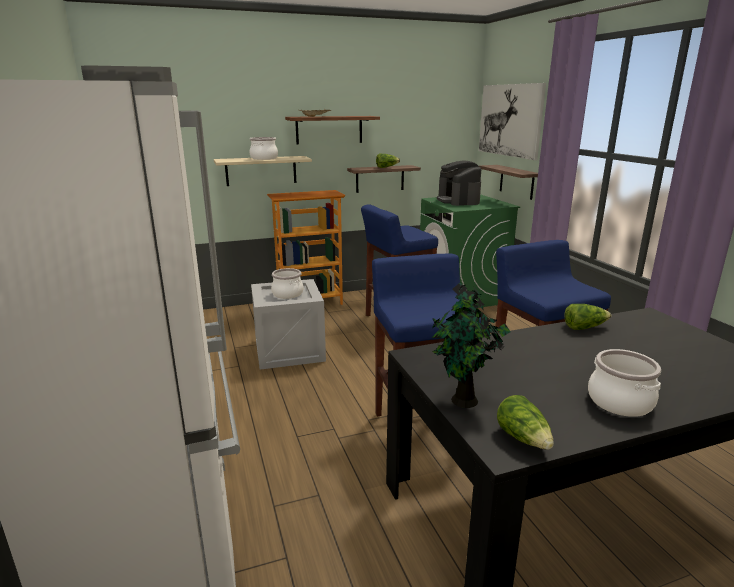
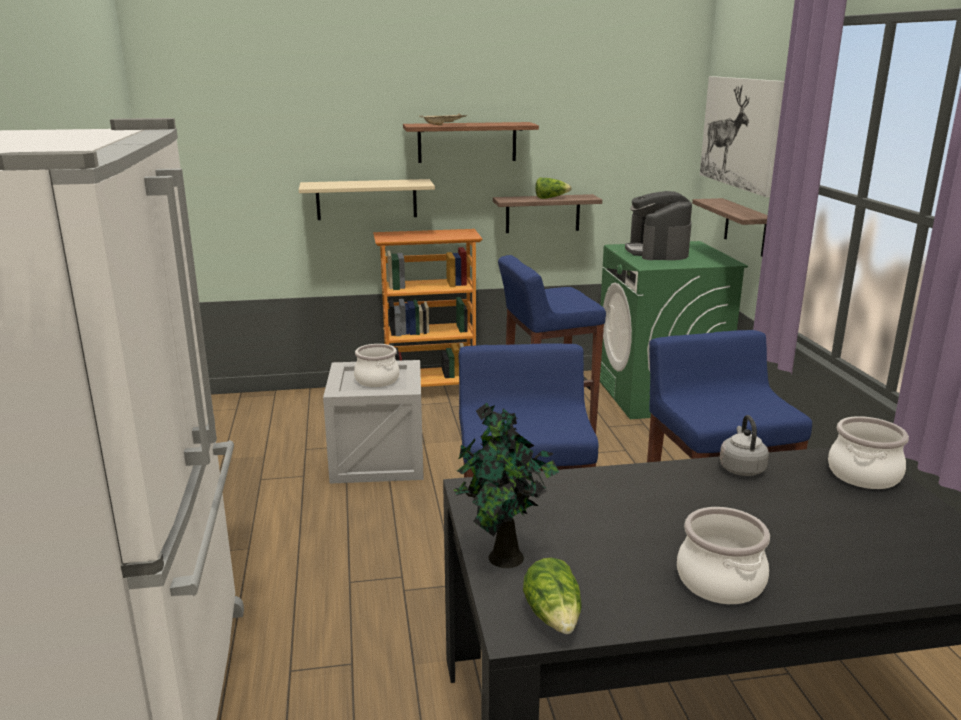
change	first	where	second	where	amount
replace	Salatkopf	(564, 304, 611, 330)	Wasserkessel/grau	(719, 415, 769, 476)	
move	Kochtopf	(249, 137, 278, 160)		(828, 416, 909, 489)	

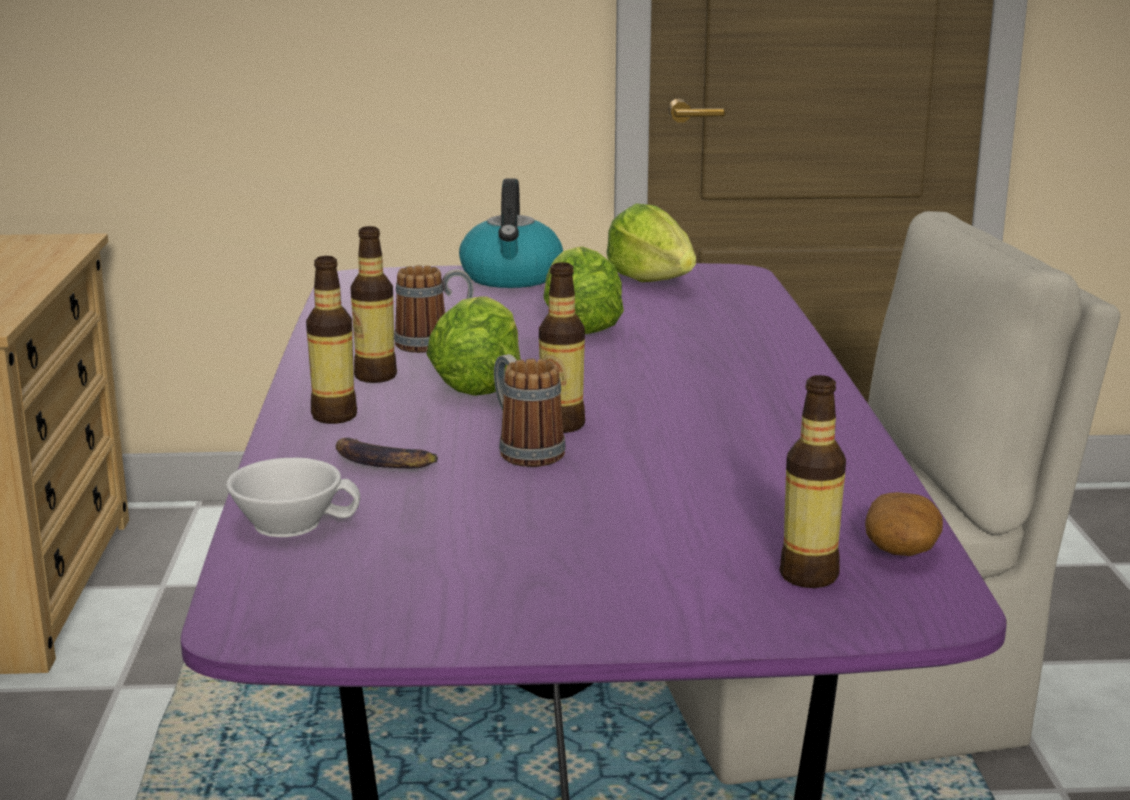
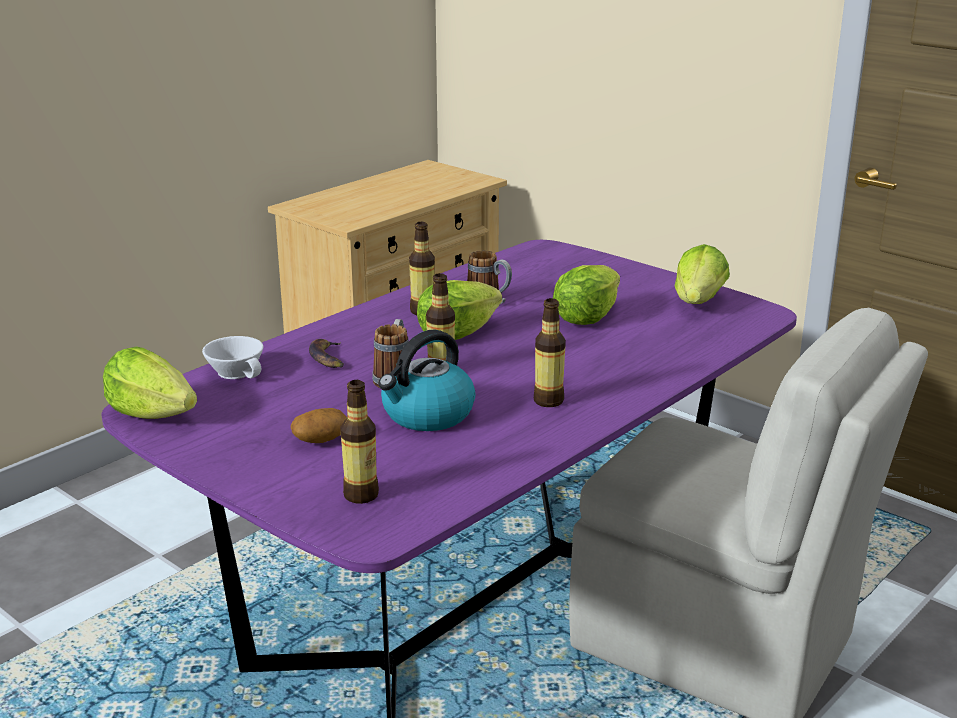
change	first	where	second	where	amount
insert			Salatkopf	(103, 346, 197, 419)	
move	Kartoffel	(865, 492, 943, 556)		(291, 408, 347, 443)	
move	Wasserkessel	(459, 179, 563, 288)		(379, 329, 476, 431)	
move	Flasche	(306, 256, 357, 424)		(534, 298, 566, 407)	

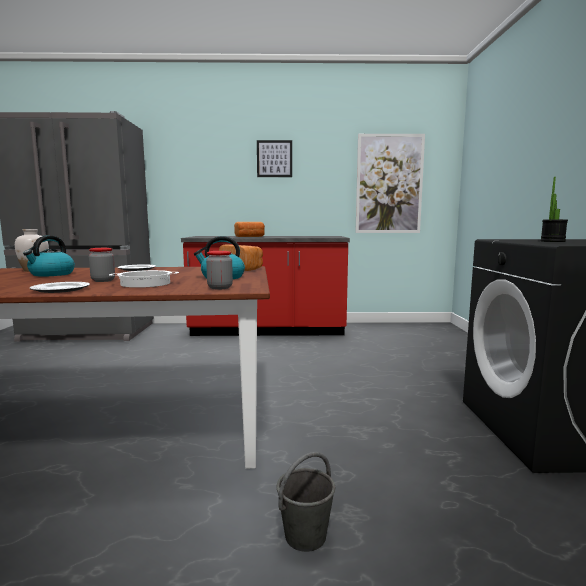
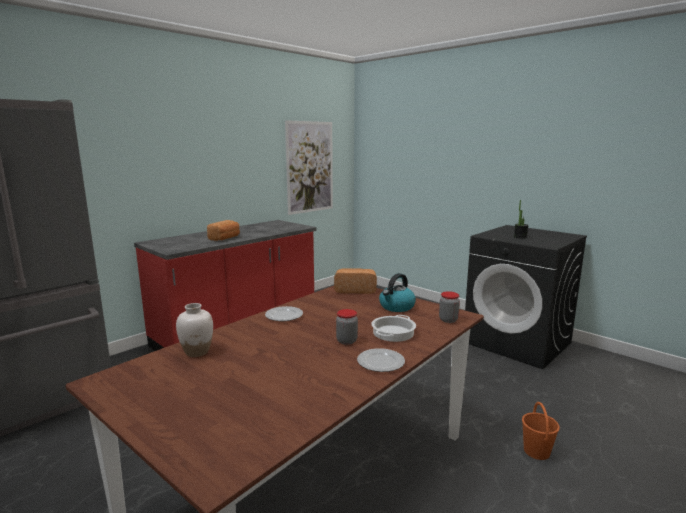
change	first	where	second	where	amount
recolor	Eimer/grau	(276, 452, 335, 552)	Eimer/orange	(522, 402, 560, 460)	
delete	Wasserkessel	(23, 235, 75, 276)			
delete	Bild	(257, 140, 292, 177)			

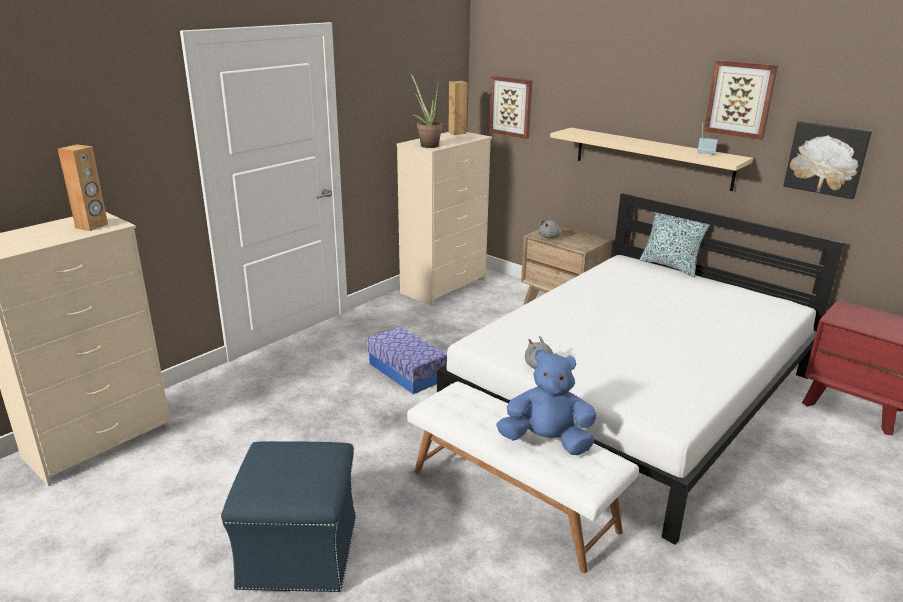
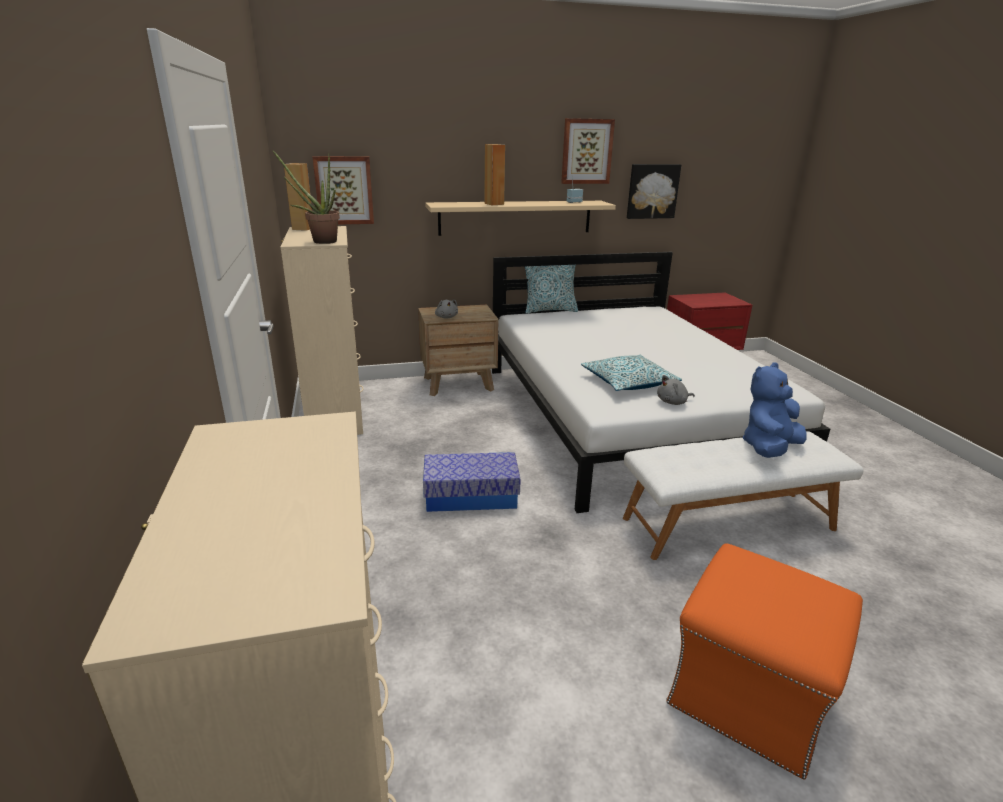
change	first	where	second	where	amount
move	Lautsprecher/braun	(58, 144, 108, 231)		(484, 144, 505, 205)	
insert			Kissen	(581, 355, 682, 391)	
recolor	Polsterhocker/blau	(221, 441, 356, 592)	Polsterhocker/orange	(666, 543, 863, 780)	

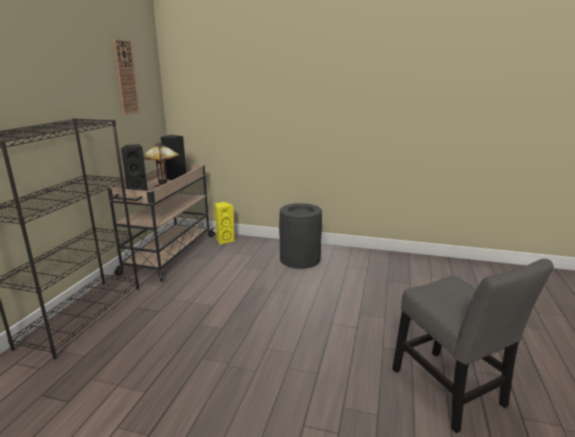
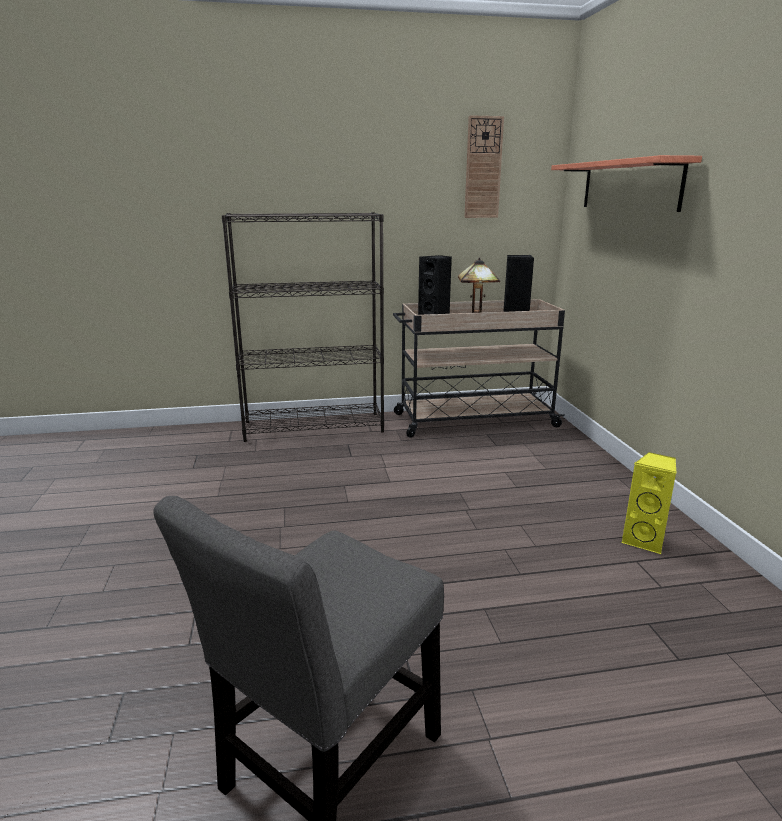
change	first	where	second	where	amount
insert			Wandregal	(551, 155, 702, 212)	
move	Lautsprecher/gelb	(214, 202, 235, 244)		(621, 452, 677, 554)	
delete	Mülleimer/schwarz	(279, 203, 322, 269)			

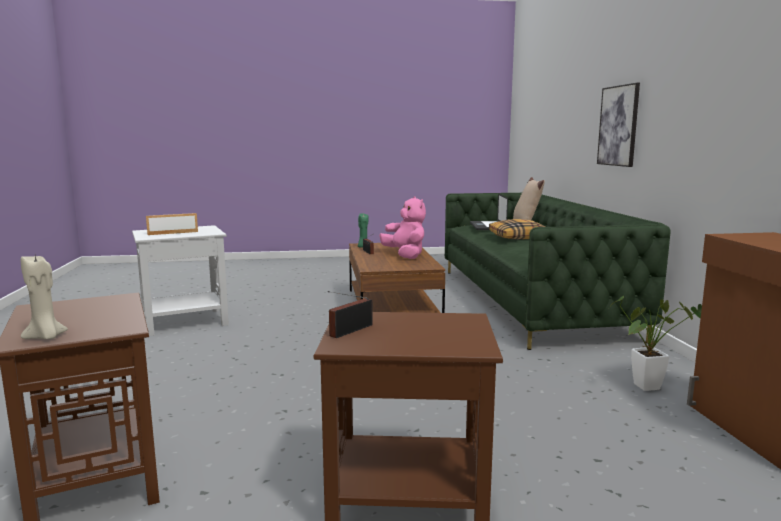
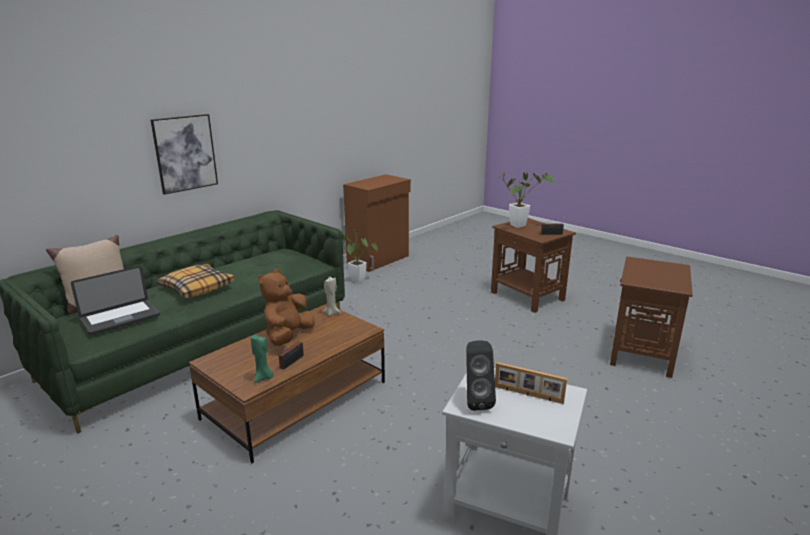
change	first	where	second	where	amount
recolor	Plüschtier/rosa	(379, 196, 426, 259)	Plüschtier/braun	(258, 269, 315, 346)	
move	Kerze/beige	(21, 255, 68, 339)		(322, 277, 341, 316)	
insert			Lautsprecher/schwarz	(466, 340, 496, 411)	
insert			Topfpflanze	(497, 172, 554, 228)	

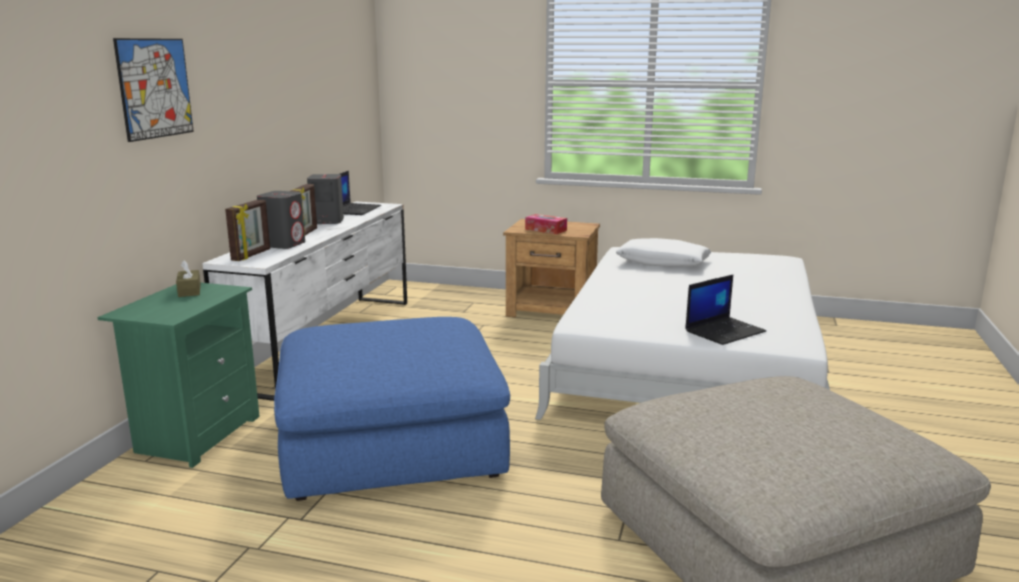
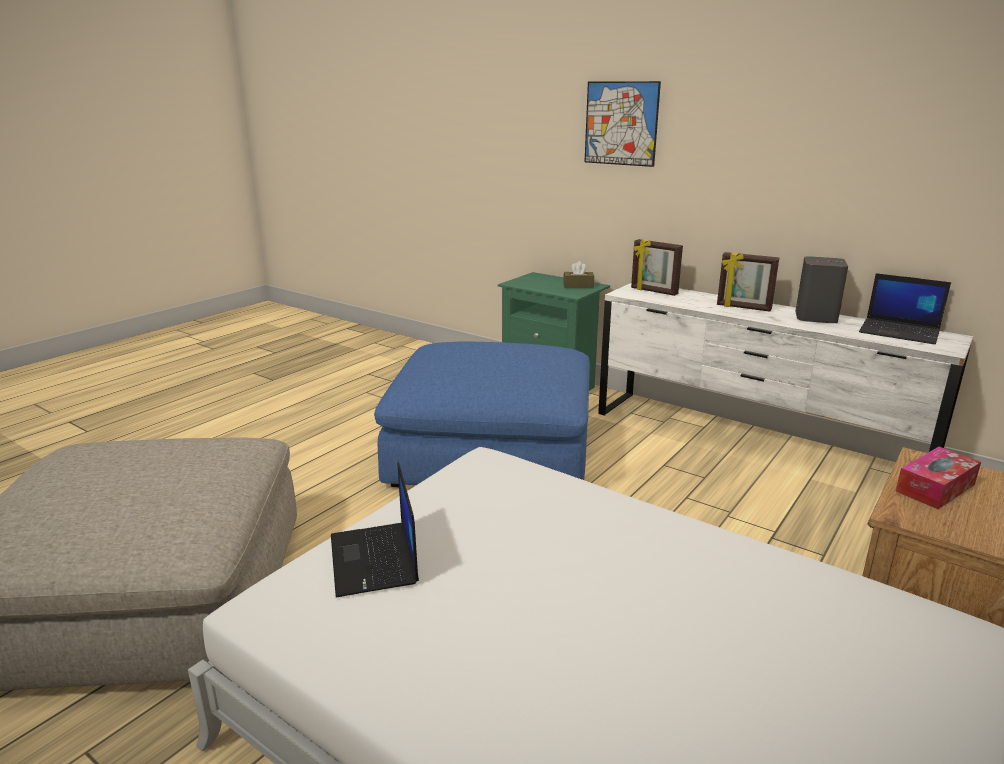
change	first	where	second	where	amount
delete	Lautsprecher/grau	(257, 191, 305, 249)			
delete	Kissen/weiß	(616, 238, 711, 267)			

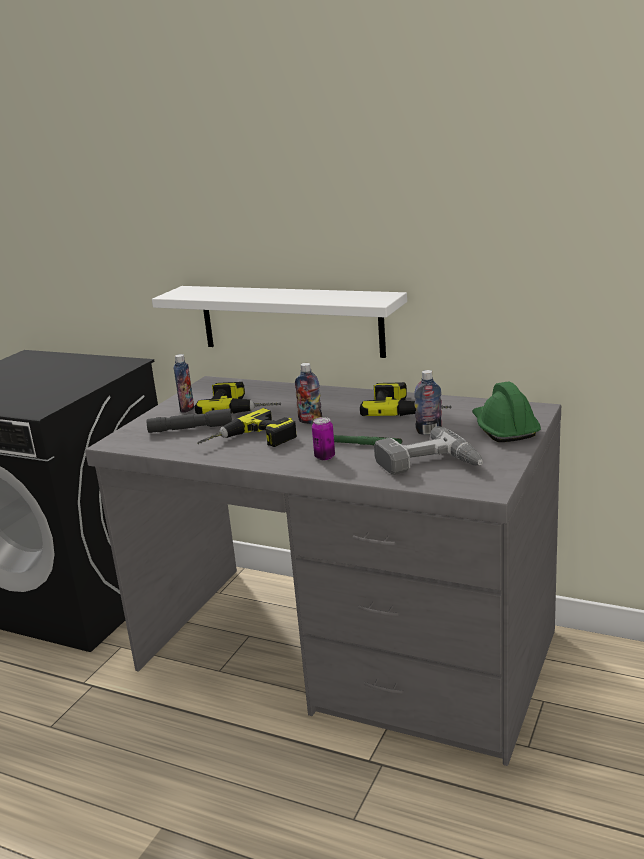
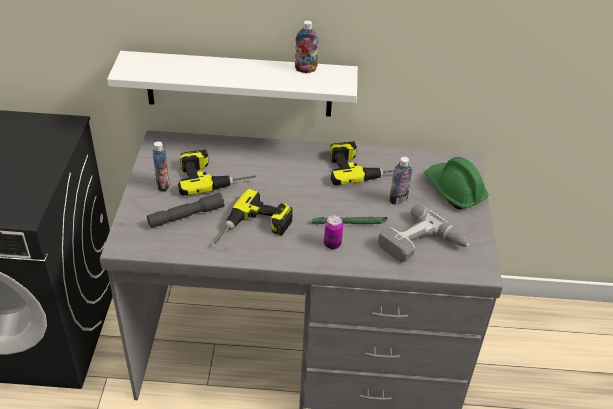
change	first	where	second	where	amount
move	Flasche	(295, 363, 322, 424)		(295, 20, 319, 73)	

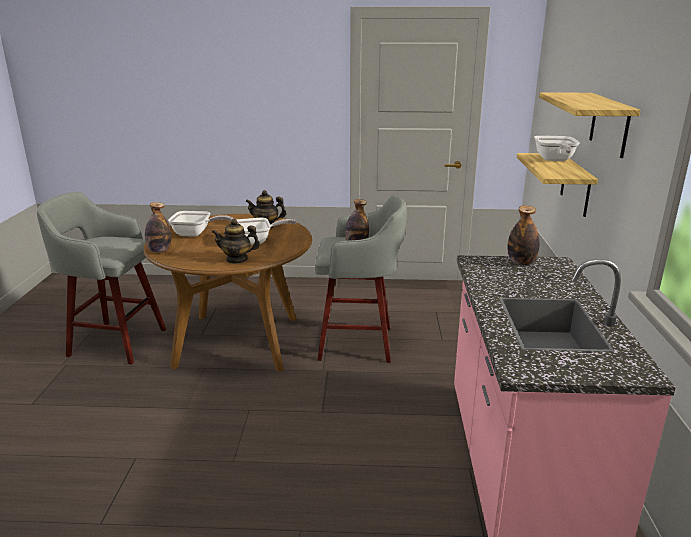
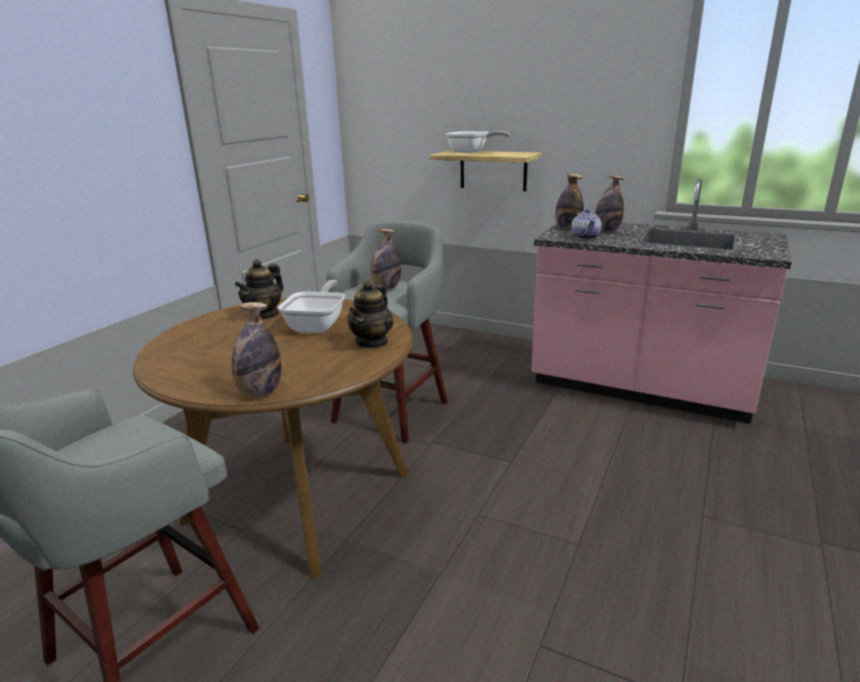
change	first	where	second	where	amount
insert			Teekanne	(571, 209, 602, 240)	
insert			Flasche	(595, 175, 624, 232)	
delete	Pfanne	(168, 211, 233, 237)			
delete	Wandregal	(539, 92, 640, 158)			

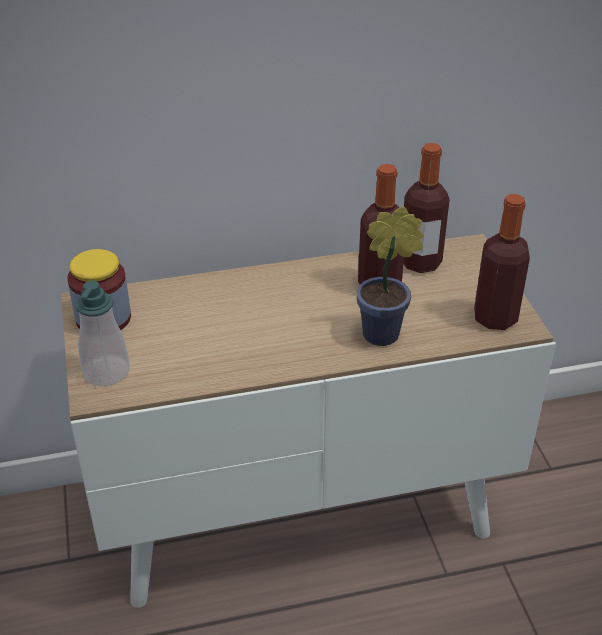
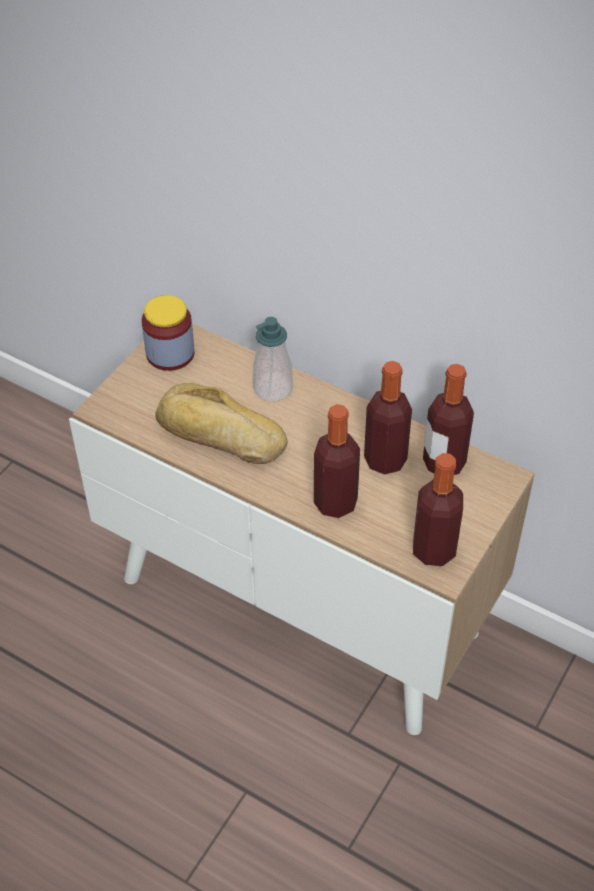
change	first	where	second	where	amount
insert			Brot	(155, 383, 287, 464)	
move	Seifenspender	(75, 280, 130, 386)		(253, 317, 293, 401)	
replace	Topfpflanze	(356, 206, 424, 346)	Flasche	(314, 404, 360, 518)	

